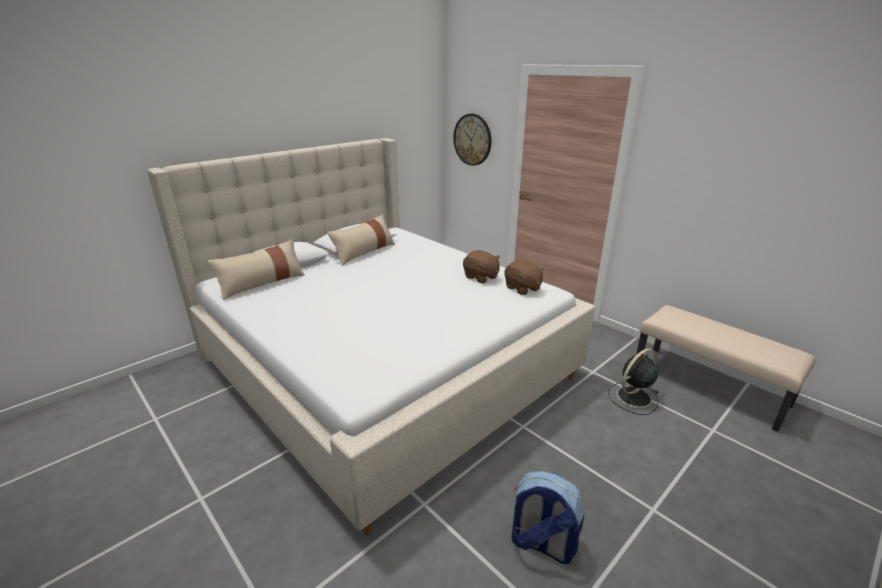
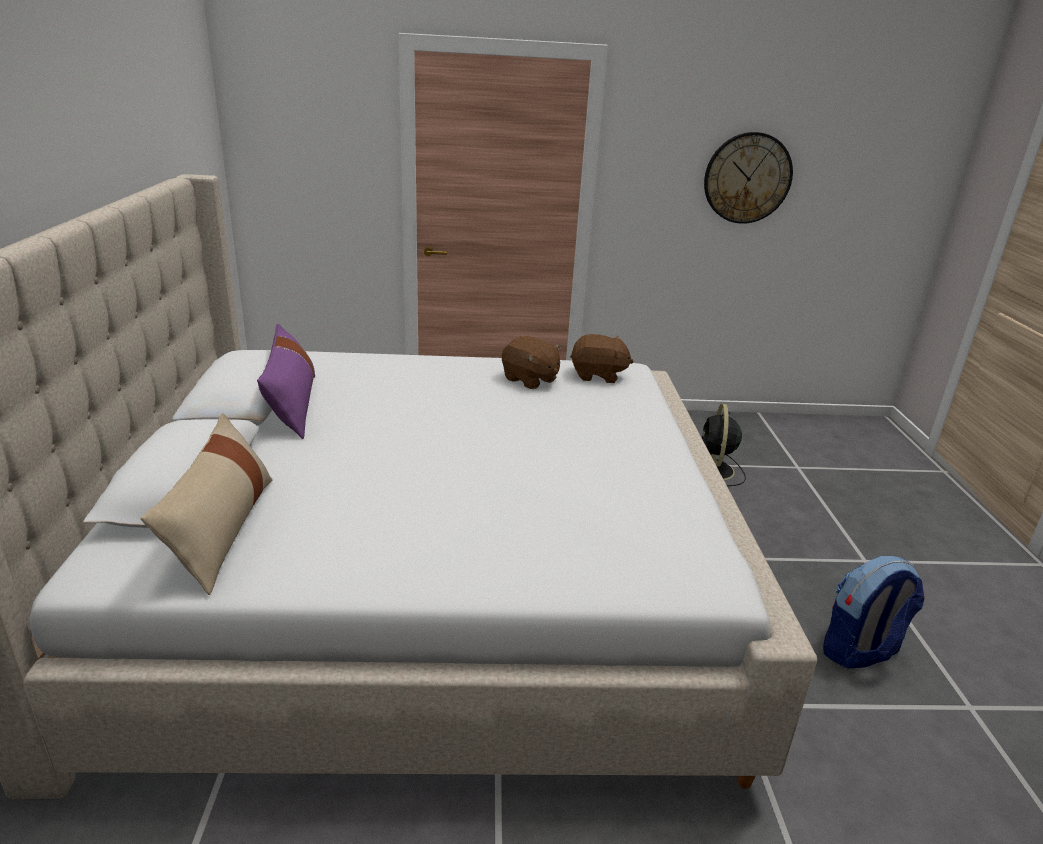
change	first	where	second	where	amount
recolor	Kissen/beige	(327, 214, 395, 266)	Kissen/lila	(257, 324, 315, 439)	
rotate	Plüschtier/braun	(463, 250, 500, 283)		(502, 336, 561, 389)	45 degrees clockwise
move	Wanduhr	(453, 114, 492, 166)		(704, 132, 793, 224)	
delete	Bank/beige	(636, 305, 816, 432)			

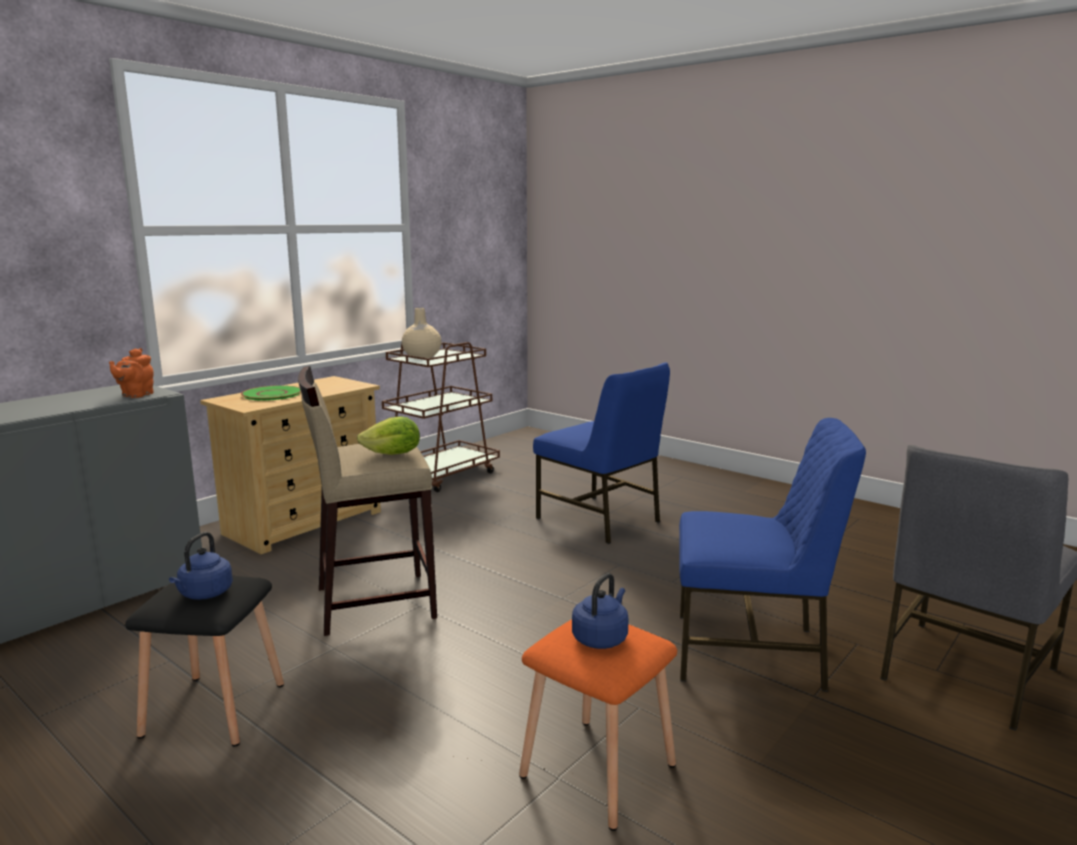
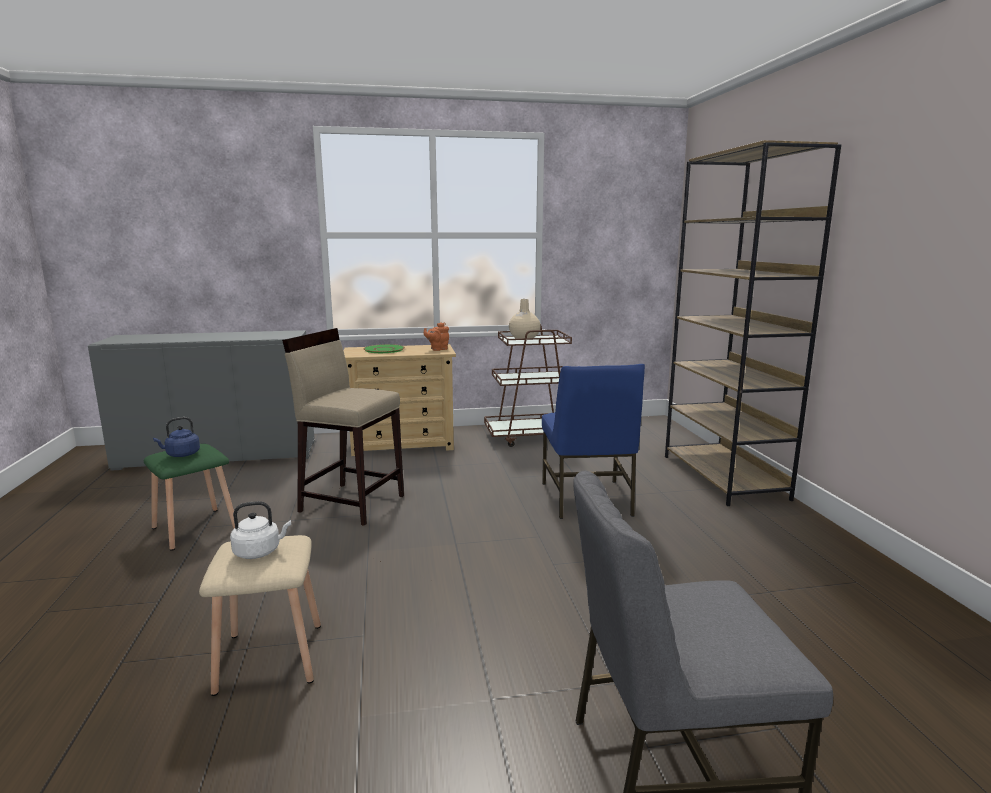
change	first	where	second	where	amount
recolor	Hocker/schwarz	(125, 576, 284, 746)	Hocker/grün	(144, 444, 235, 551)	
recolor	Hocker/orange	(519, 619, 677, 831)	Hocker/beige	(199, 535, 321, 696)	
recolor	Wasserkessel/blau	(572, 573, 629, 649)	Wasserkessel/weiß	(230, 501, 291, 559)	
move	Teekanne/orange	(109, 348, 154, 398)		(424, 322, 449, 351)	
insert			Bücherregal/braun	(665, 140, 841, 506)	
delete	Salatkopf	(357, 416, 420, 455)			
delete	Stuhl/blau	(679, 418, 866, 692)			

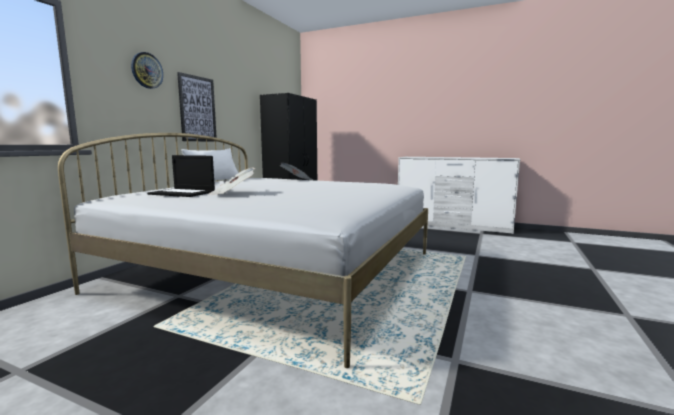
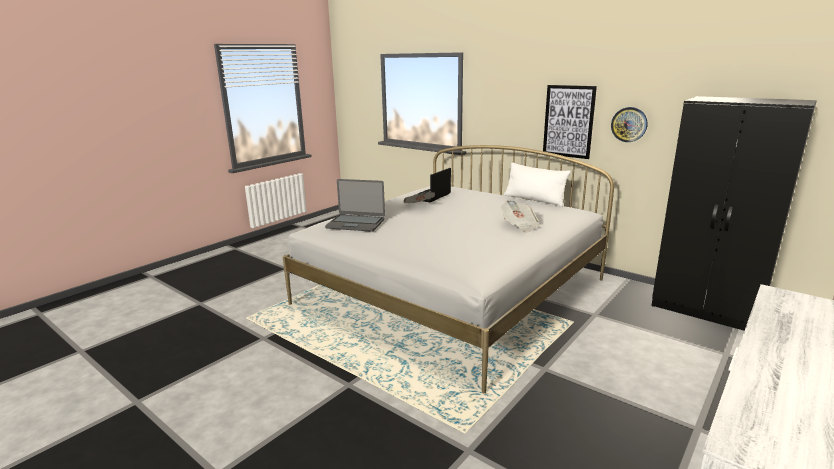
change	first	where	second	where	amount
insert			Laptop	(325, 179, 385, 232)	
move	Wanduhr	(131, 52, 163, 89)		(611, 107, 648, 142)	

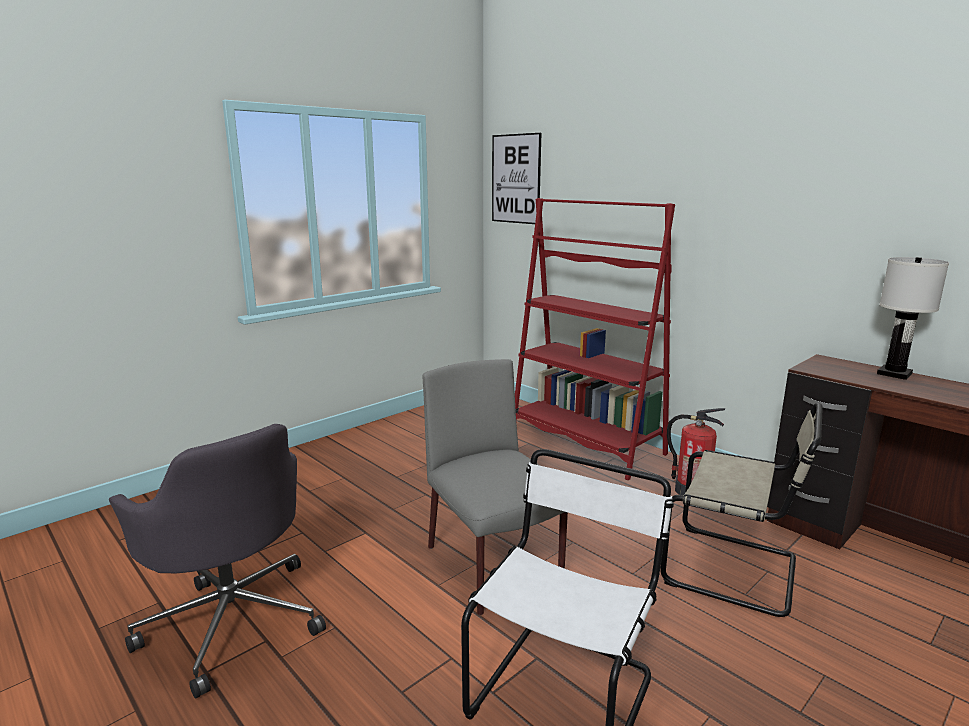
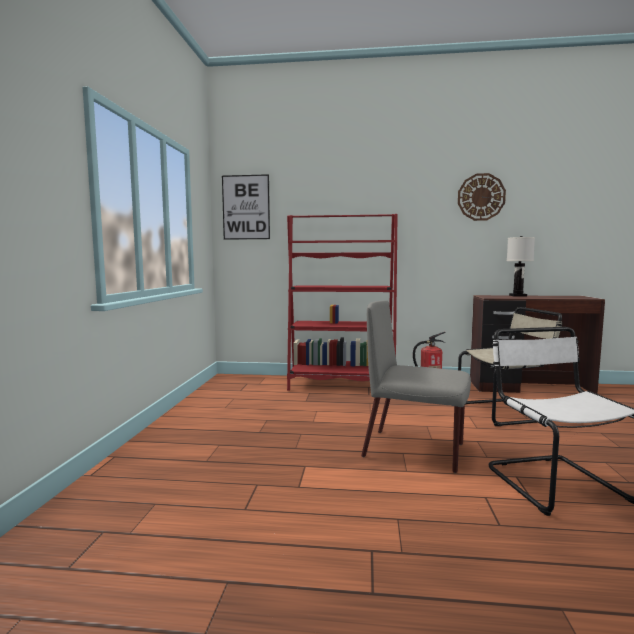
change	first	where	second	where	amount
insert			Wanduhr	(458, 173, 506, 221)	
delete	Bürostuhl/grau	(109, 424, 326, 699)			

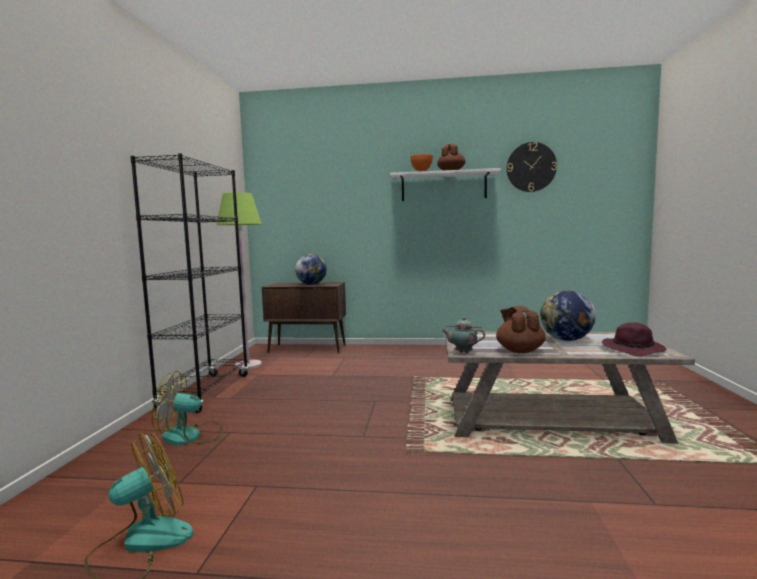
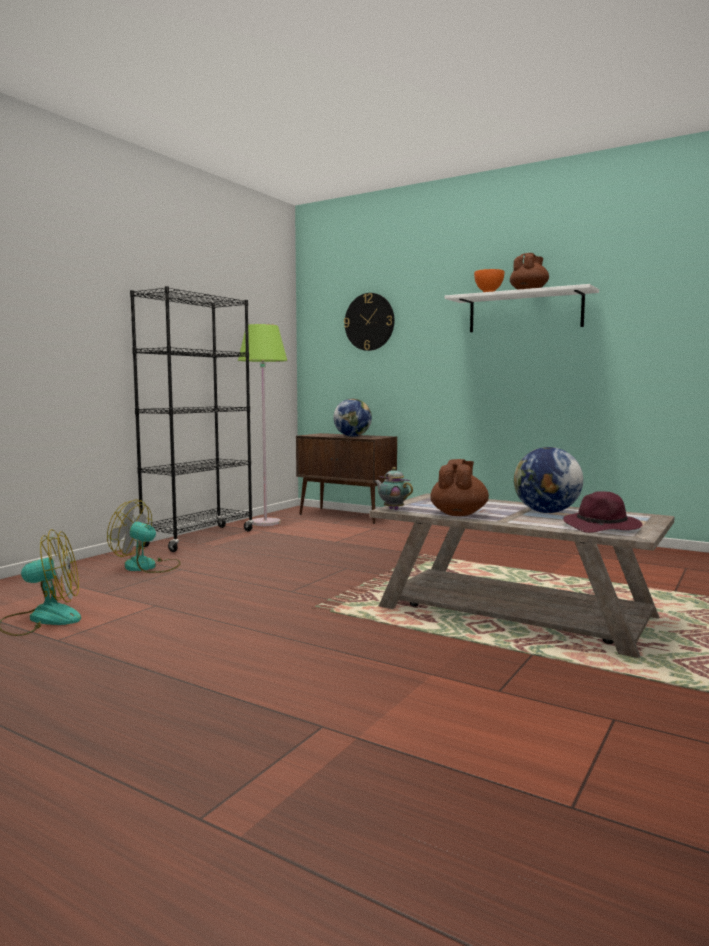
change	first	where	second	where	amount
move	Wanduhr	(506, 142, 557, 192)		(344, 293, 394, 351)	

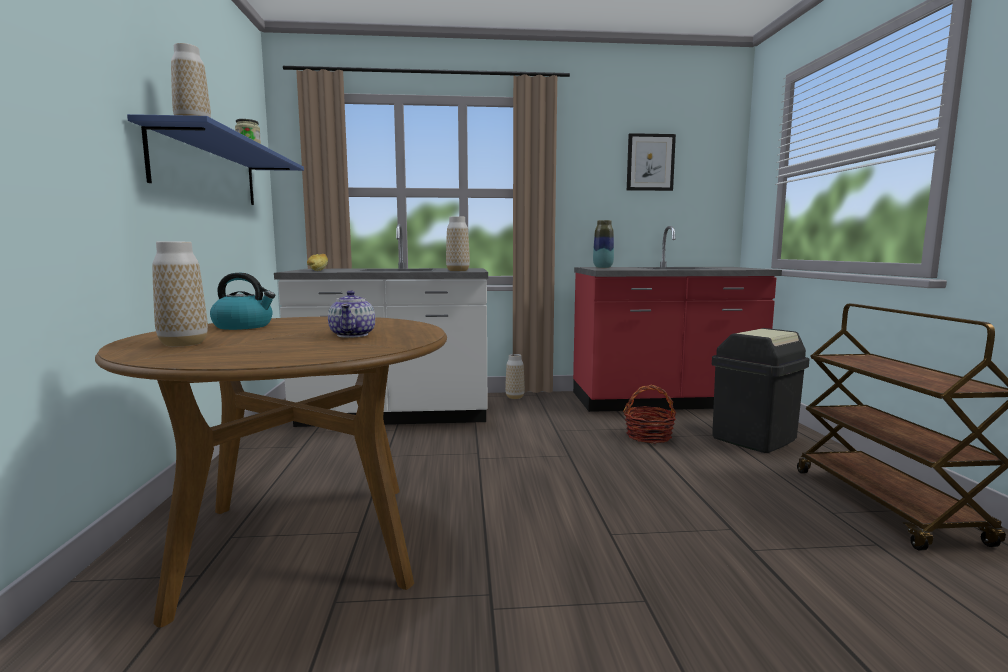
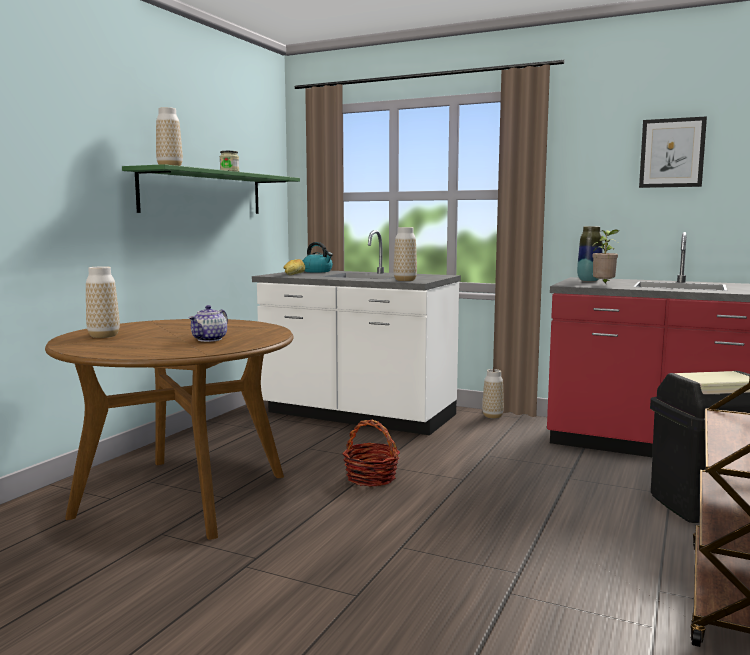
change	first	where	second	where	amount
recolor	Wandregal/blau	(127, 114, 304, 205)	Wandregal/grün	(122, 164, 300, 214)	
move	Wasserkessel	(210, 273, 276, 330)		(303, 242, 333, 272)	
move	Korb	(623, 385, 676, 444)		(343, 420, 400, 487)	
insert			Topfpflanze	(592, 230, 619, 285)	

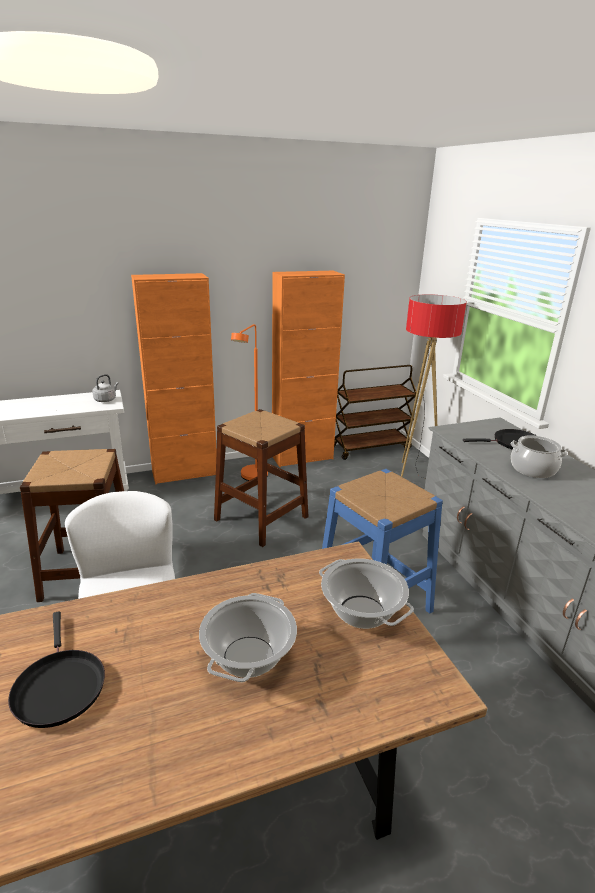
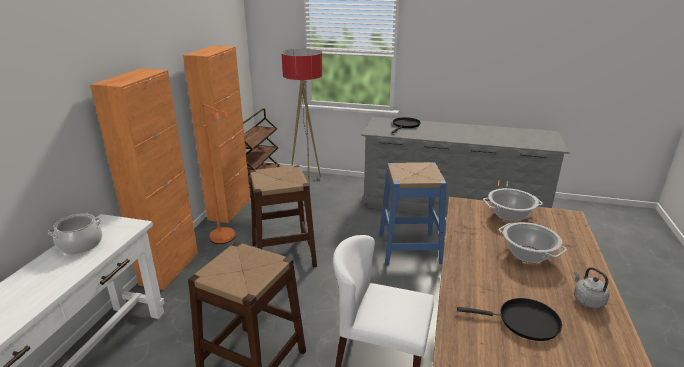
change	first	where	second	where	amount
move	Kochtopf	(511, 435, 567, 478)		(48, 213, 102, 254)	
move	Wasserkessel/grau	(92, 374, 119, 402)		(574, 267, 610, 308)	

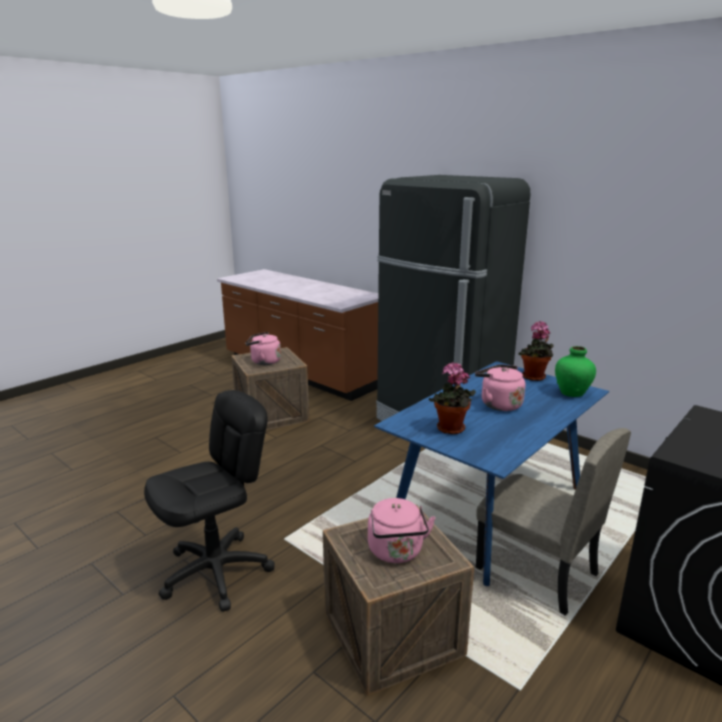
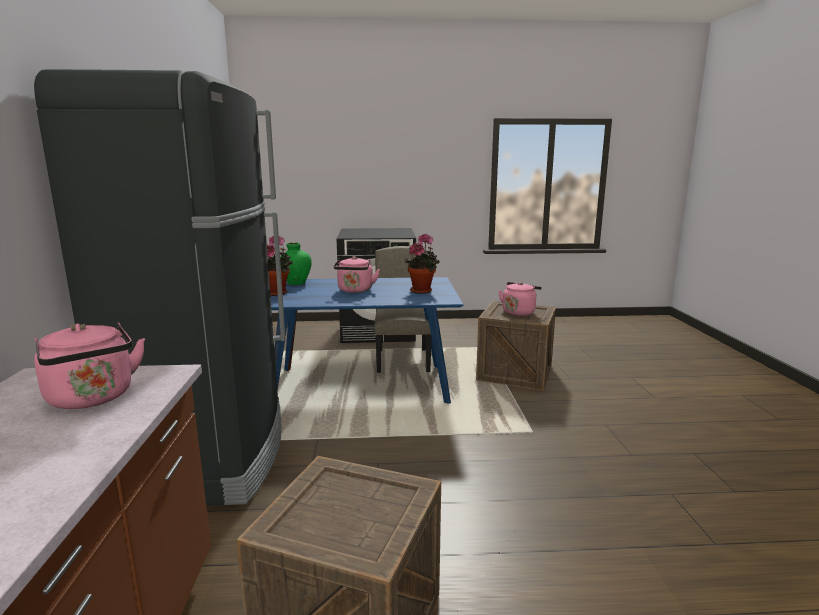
change	first	where	second	where	amount
move	Wasserkessel/rosa	(245, 332, 281, 365)		(34, 322, 145, 409)	
delete	Bürostuhl/schwarz	(144, 390, 275, 612)			

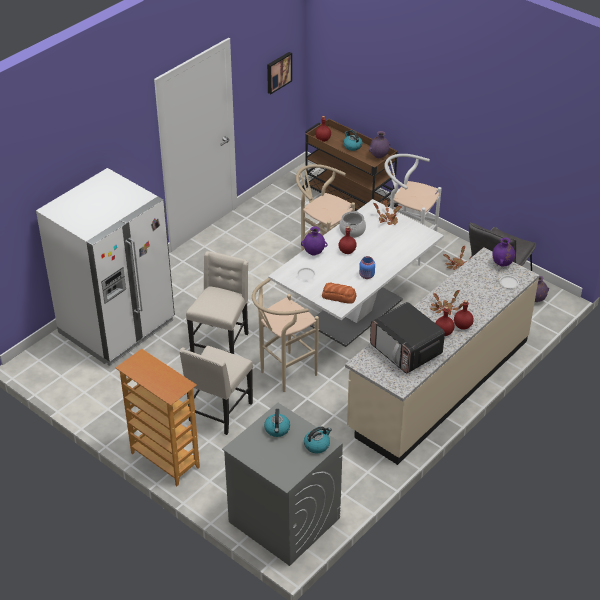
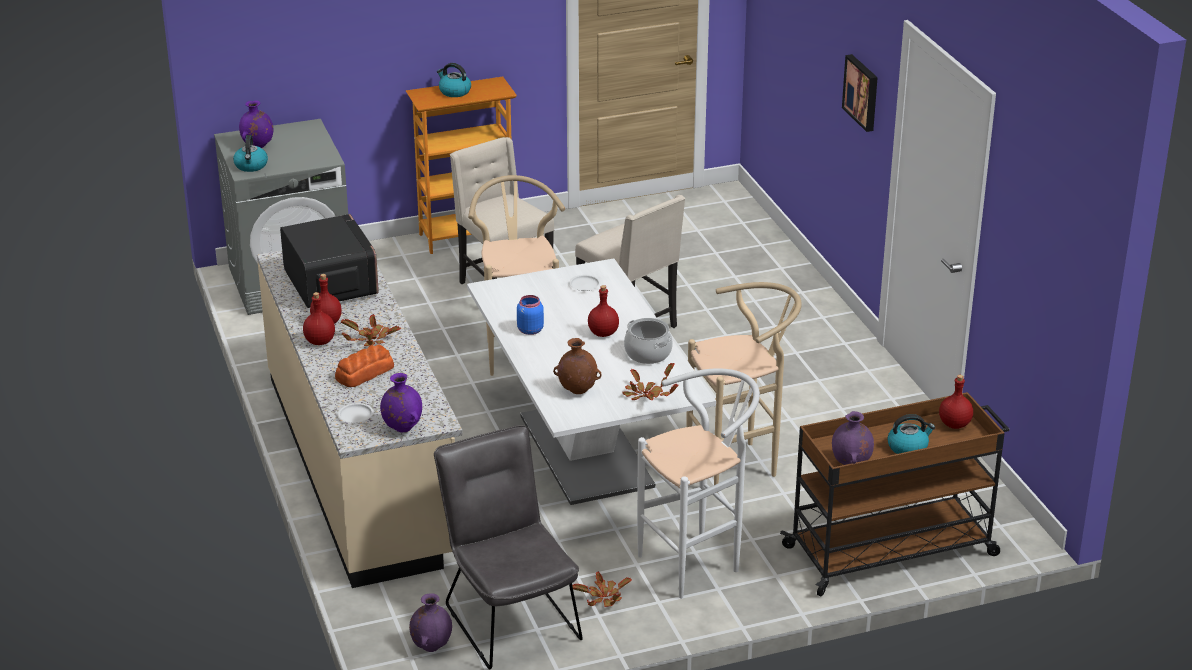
change	first	where	second	where	amount
move	Vase/lila	(301, 226, 328, 256)		(239, 100, 273, 148)	
rotate	Mikrowelle	(370, 302, 445, 374)		(280, 214, 379, 308)	75 degrees clockwise
move	Brot	(322, 283, 356, 304)		(335, 345, 394, 387)	
move	Wasserkessel	(264, 409, 290, 437)		(437, 63, 471, 97)	
insert			Vase/braun	(553, 338, 601, 394)	
move	Bild	(267, 52, 292, 94)		(842, 54, 878, 132)	
delete	Kühlschrank/weiß	(36, 168, 175, 366)			

